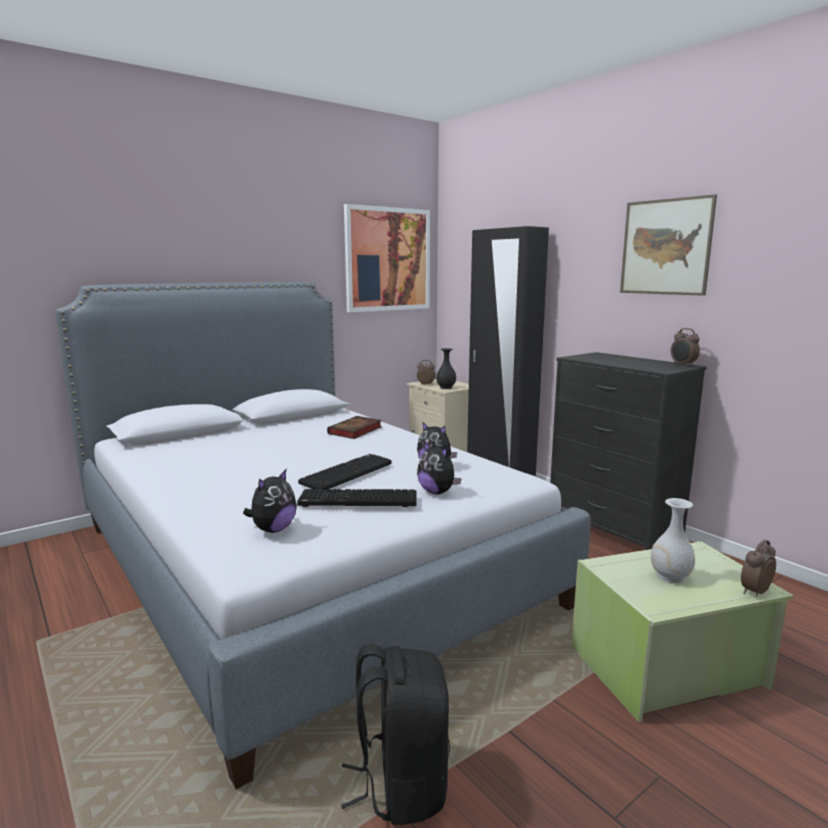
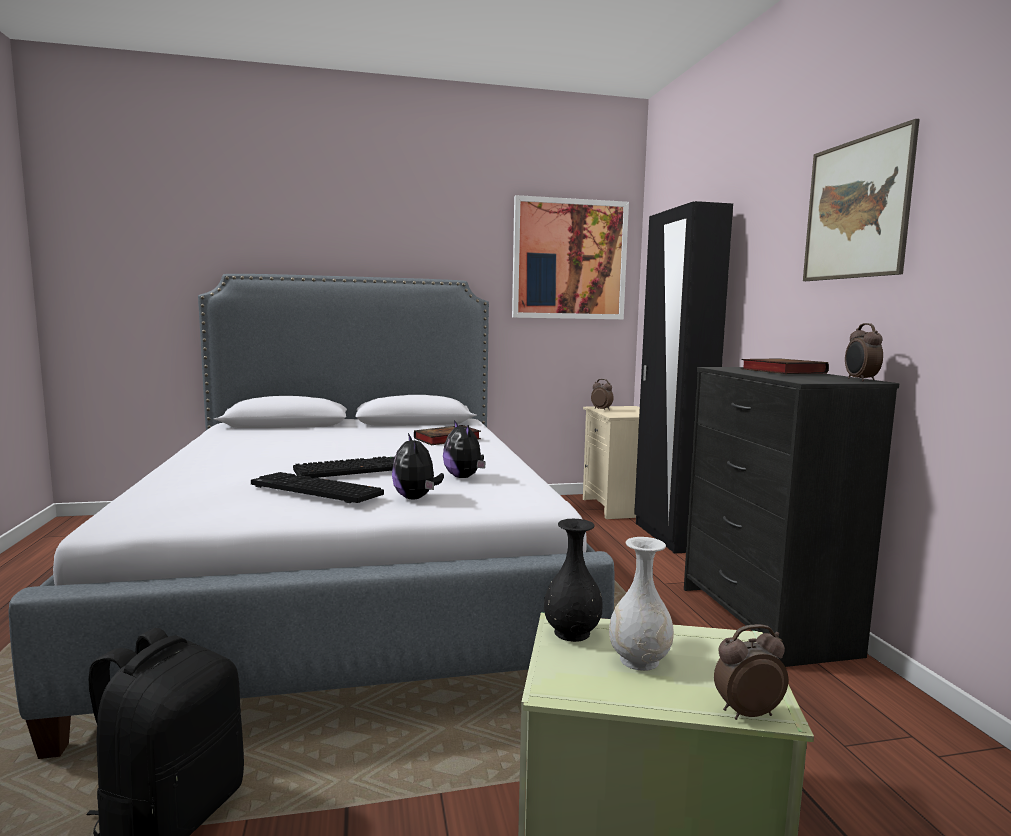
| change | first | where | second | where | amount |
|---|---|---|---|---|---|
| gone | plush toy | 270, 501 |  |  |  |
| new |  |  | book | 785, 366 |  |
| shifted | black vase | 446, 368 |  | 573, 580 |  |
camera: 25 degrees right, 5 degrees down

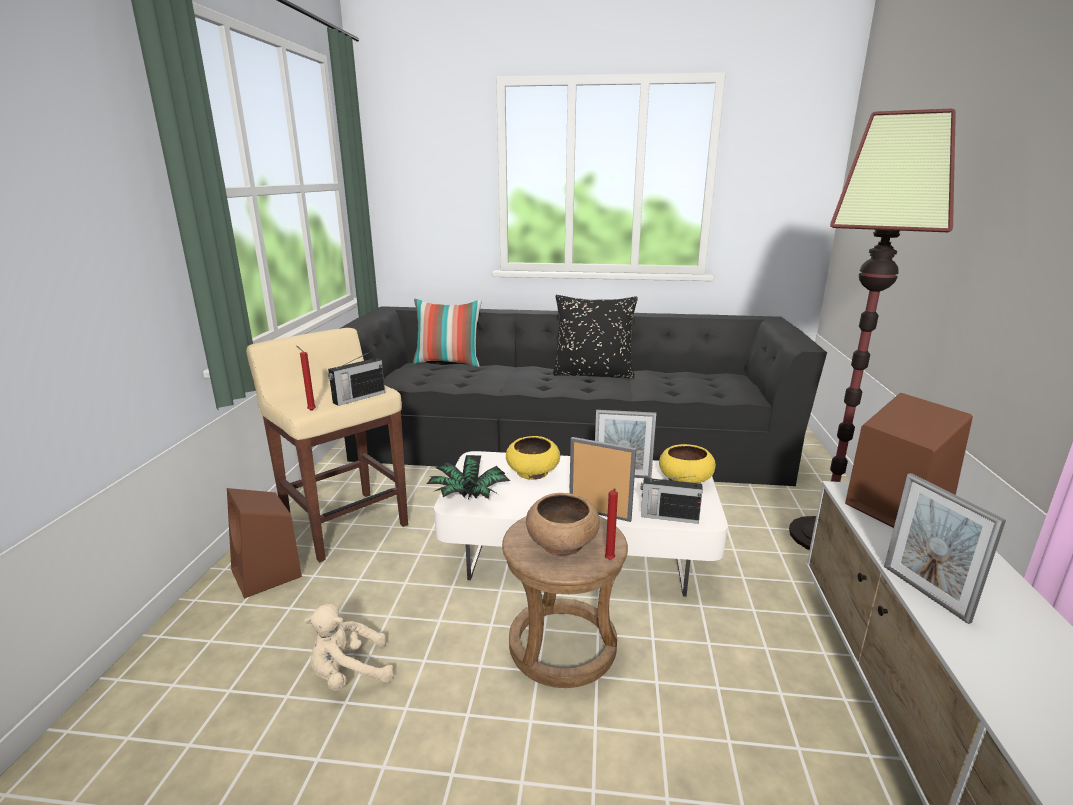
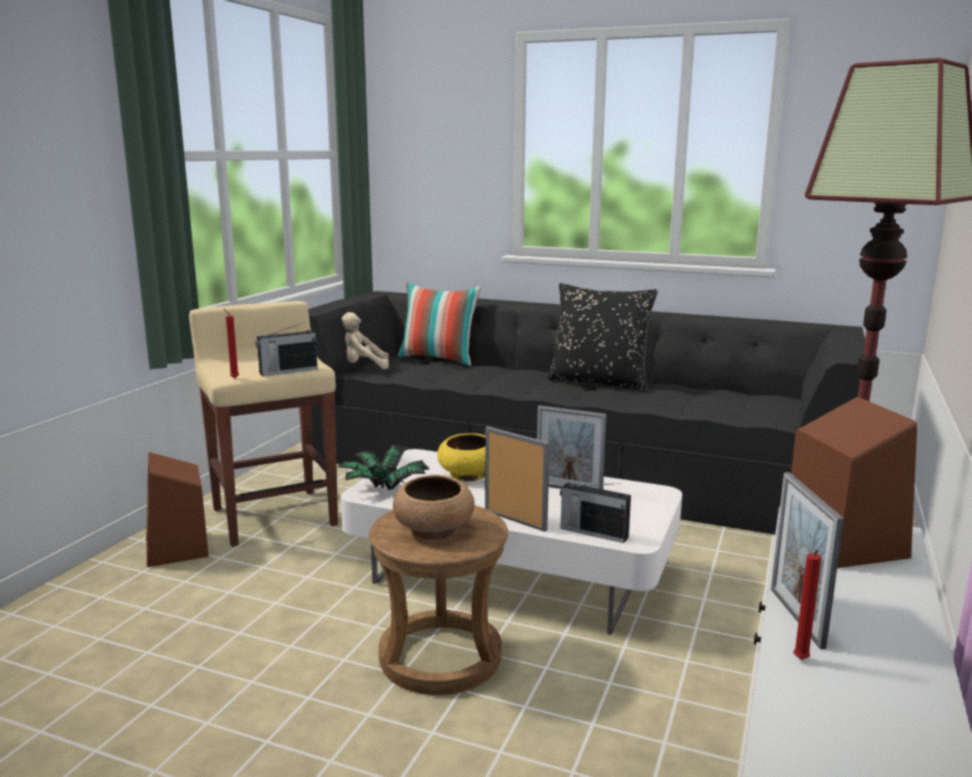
| change | first | where | second | where | amount |
|---|---|---|---|---|---|
| gone | yellow bowl | 687, 464 |  |  |  |
| shifted | beige plush toy | 349, 647 |  | 365, 340 |  |
| shifted | red candle | 611, 524 |  | 807, 605 |  |
camera: 15 degrees right, 5 degrees down

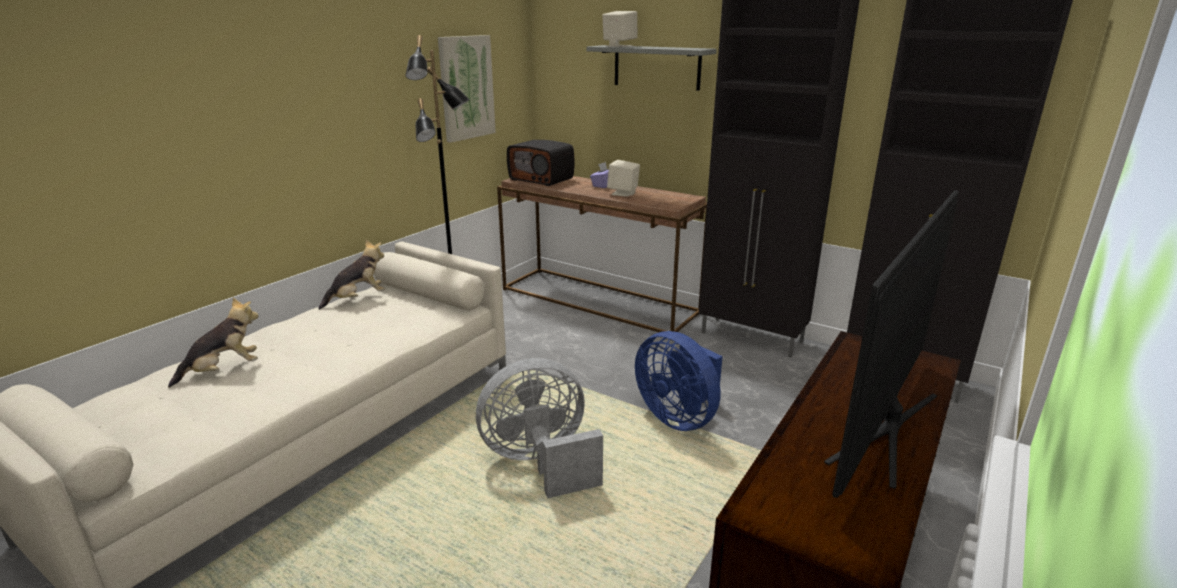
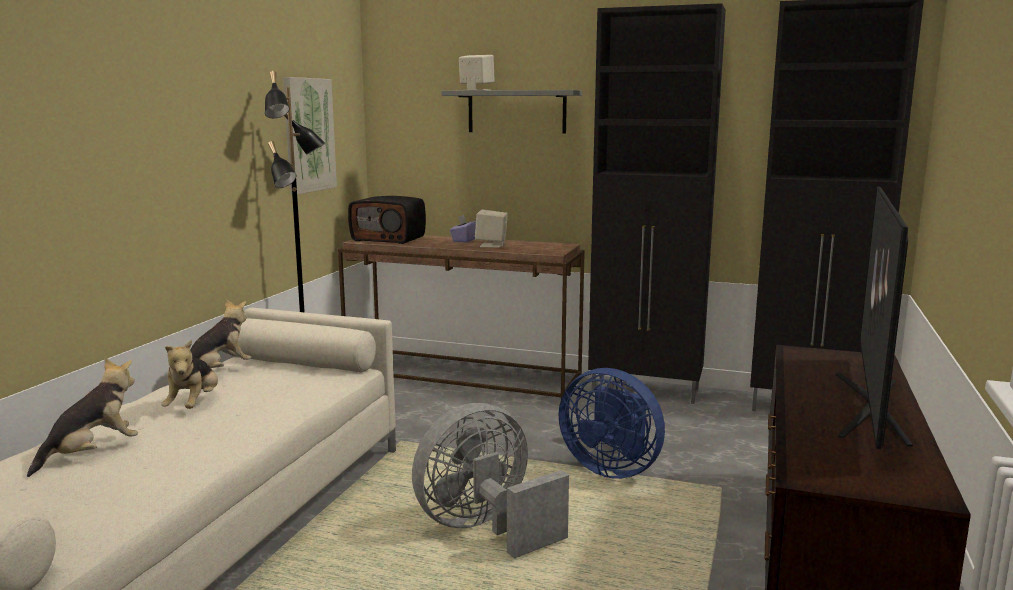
| change | first | where | second | where | amount |
|---|---|---|---|---|---|
| new |  |  | plush toy | 189, 374 |  |
camera: 15 degrees left, 10 degrees down

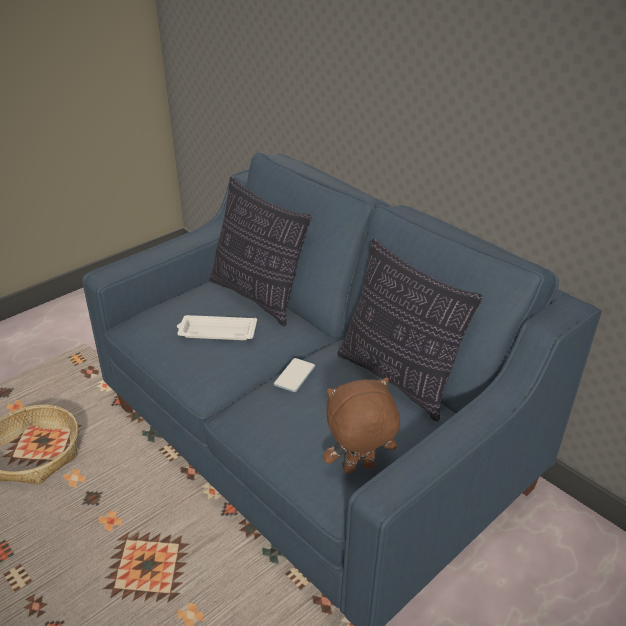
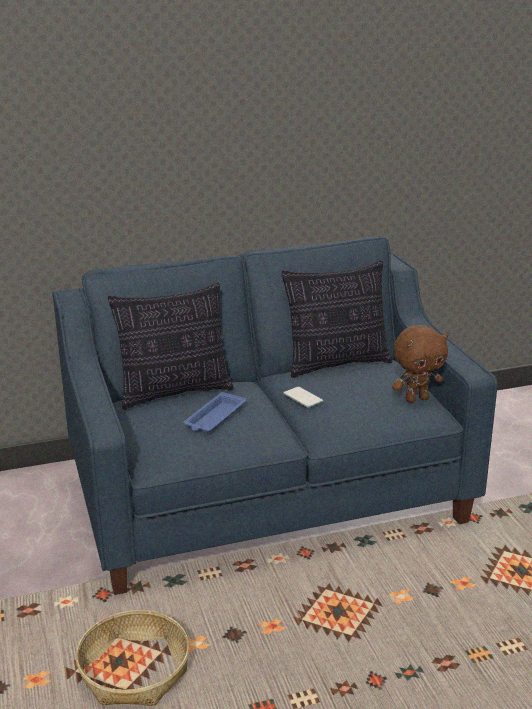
| change | first | where | second | where | amount |
|---|---|---|---|---|---|
| repainted | white tray | 217, 327 | blue tray | 215, 412 |  |
| rotated | brown plush toy | 361, 425 |  | 420, 364 | 120 degrees counterclockwise |
camera: 65 degrees left, 10 degrees down

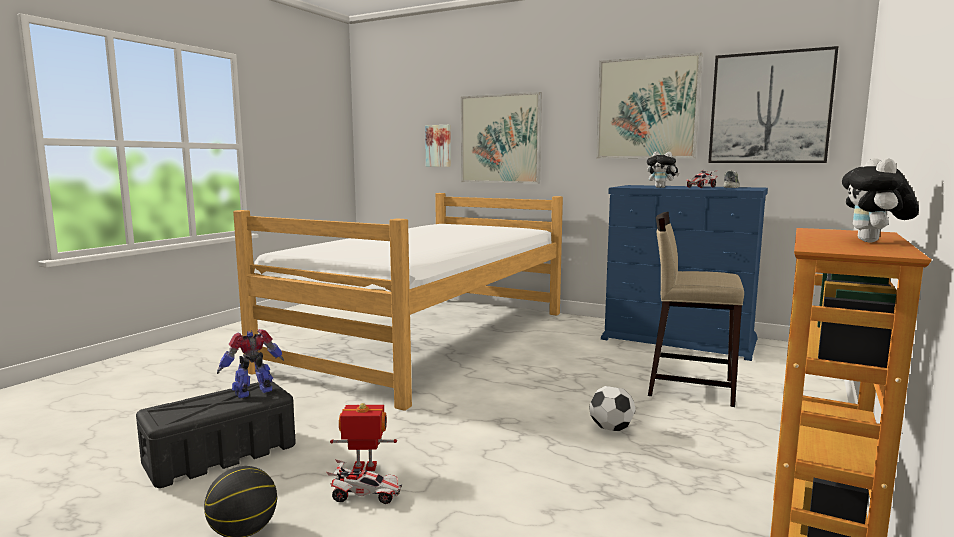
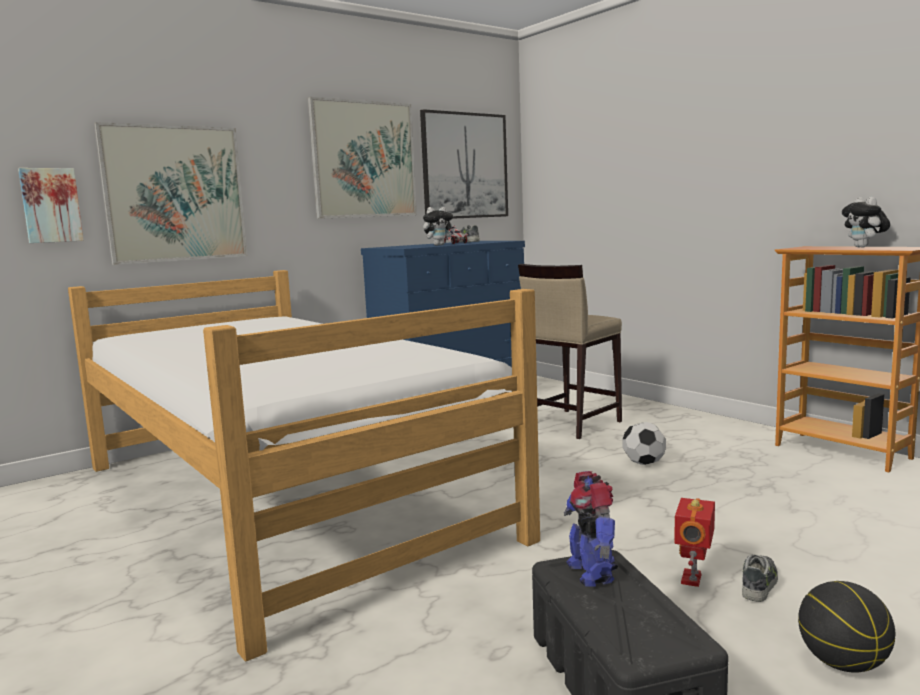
| change | first | where | second | where | amount |
|---|---|---|---|---|---|
| swapped | toy car | 364, 481 | shoe | 760, 578 |  |
| rotated | plush toy | 880, 200 |  | 866, 222 | 45 degrees clockwise |
camera: 65 degrees left, 0 degrees up

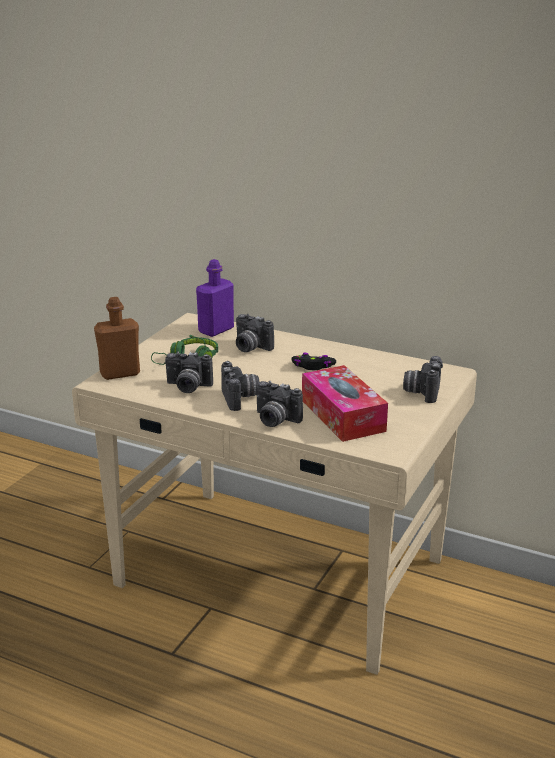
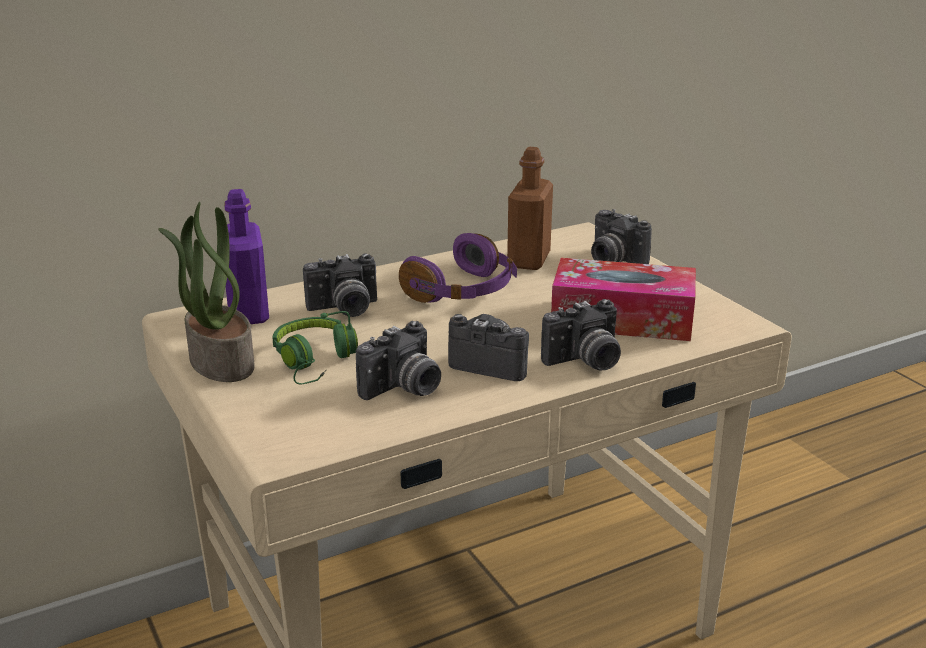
| change | first | where | second | where | amount |
|---|---|---|---|---|---|
| new |  |  | potted plant | 206, 292 |  |
| shifted | brown bottle | 117, 338 |  | 530, 208 |  |
| swapped | black game controller | 314, 361 | purple headphones | 458, 268 |  |
camera: 55 degrees left, 0 degrees up

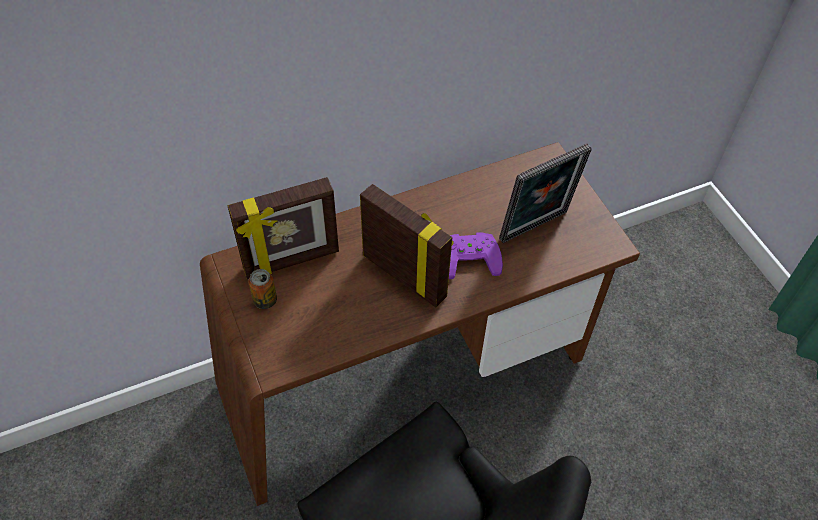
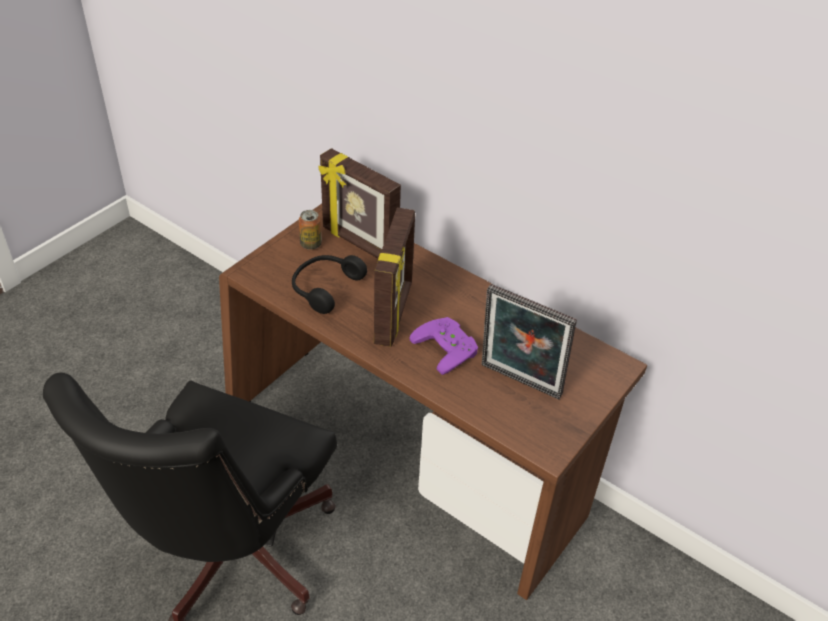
| change | first | where | second | where | amount |
|---|---|---|---|---|---|
| new |  |  | black headphones | 329, 284 |  |
camera: 60 degrees right, 10 degrees down

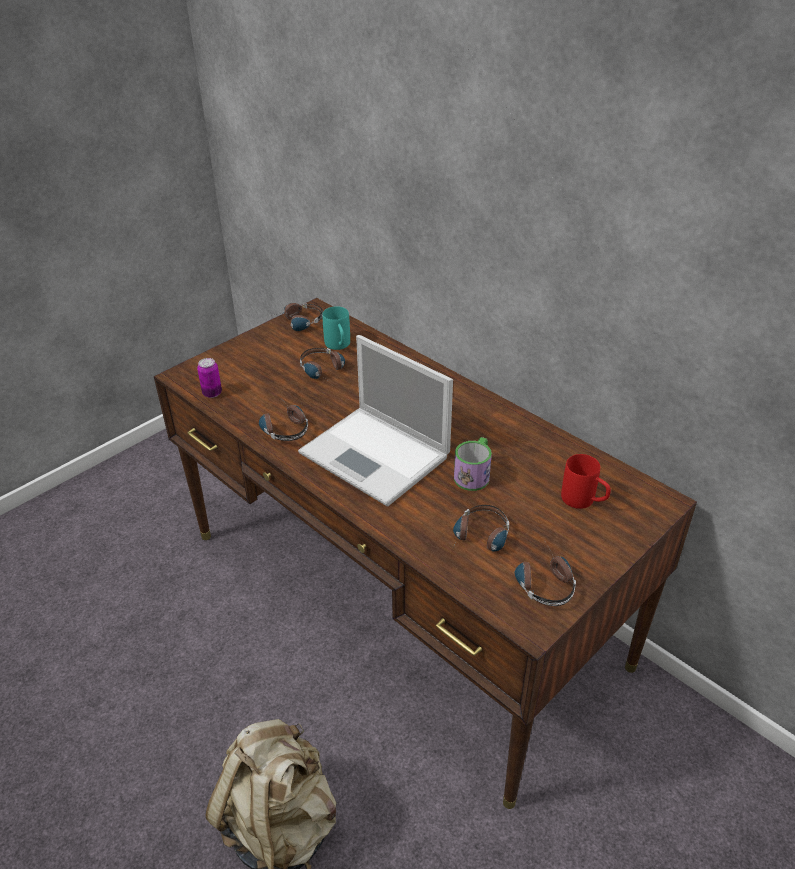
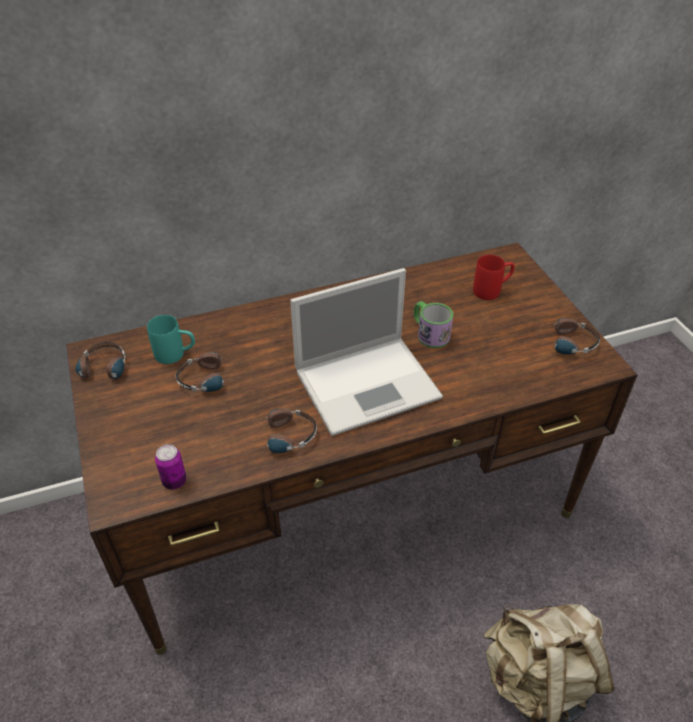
| change | first | where | second | where | amount |
|---|---|---|---|---|---|
| gone | headphones | 479, 529 |  |  |  |
camera: 65 degrees left, 5 degrees up

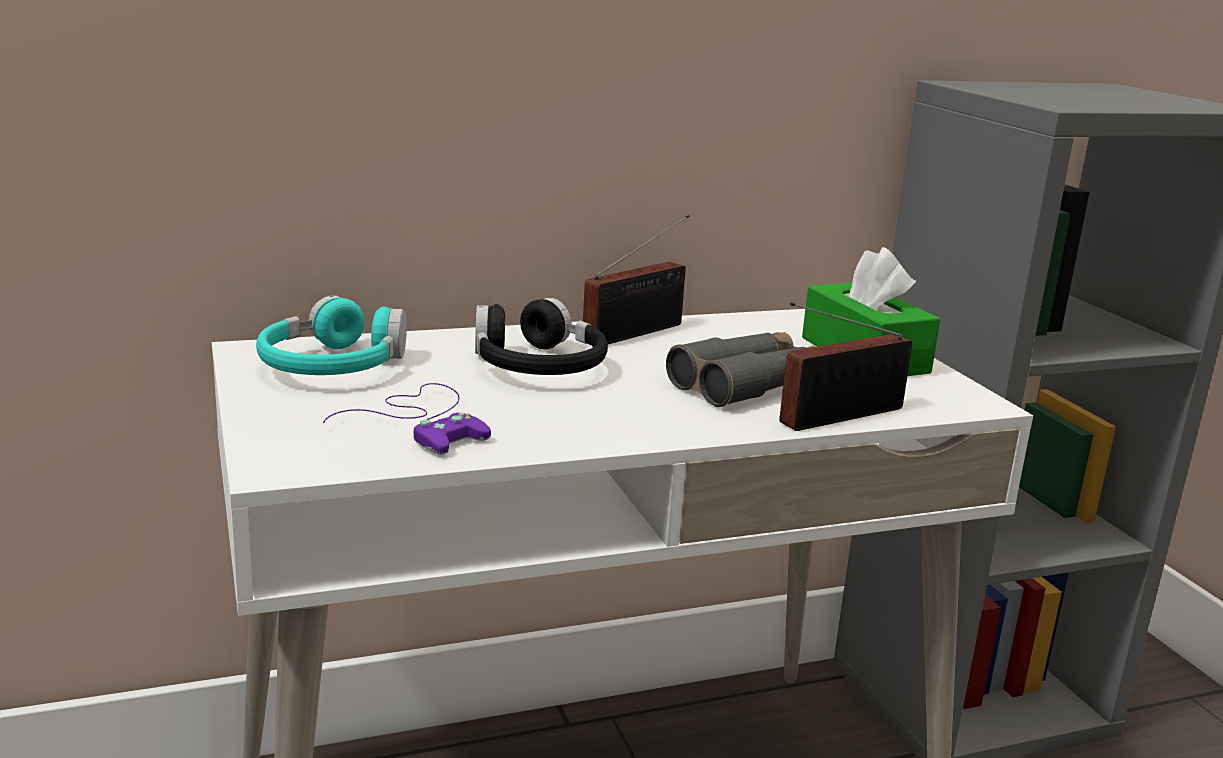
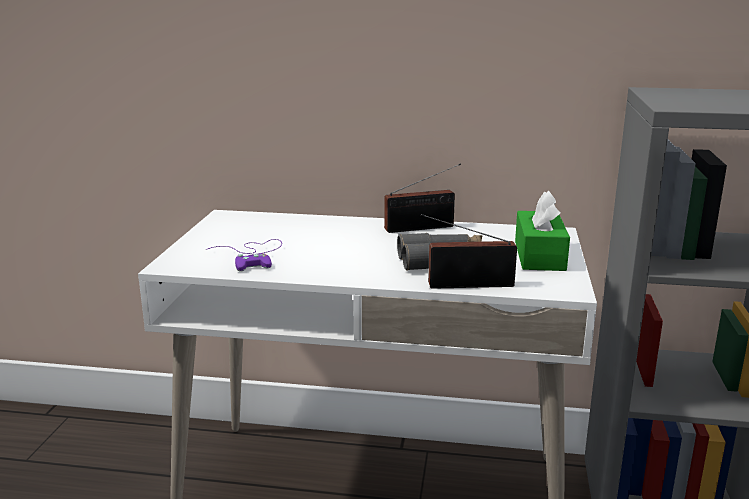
| change | first | where | second | where | amount |
|---|---|---|---|---|---|
| gone | turquoise headphones | 331, 335 |  |  |  |
| gone | black headphones | 541, 336 |  |  |  |
camera: 30 degrees right, 0 degrees up

